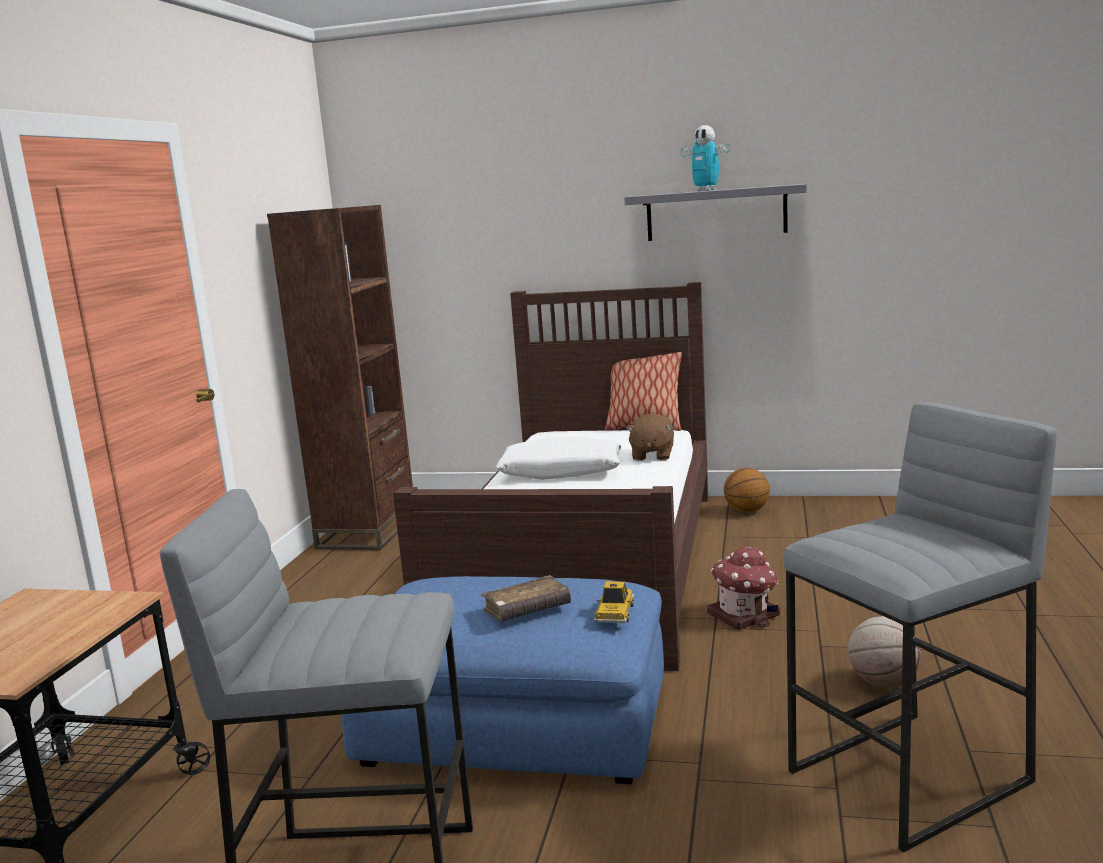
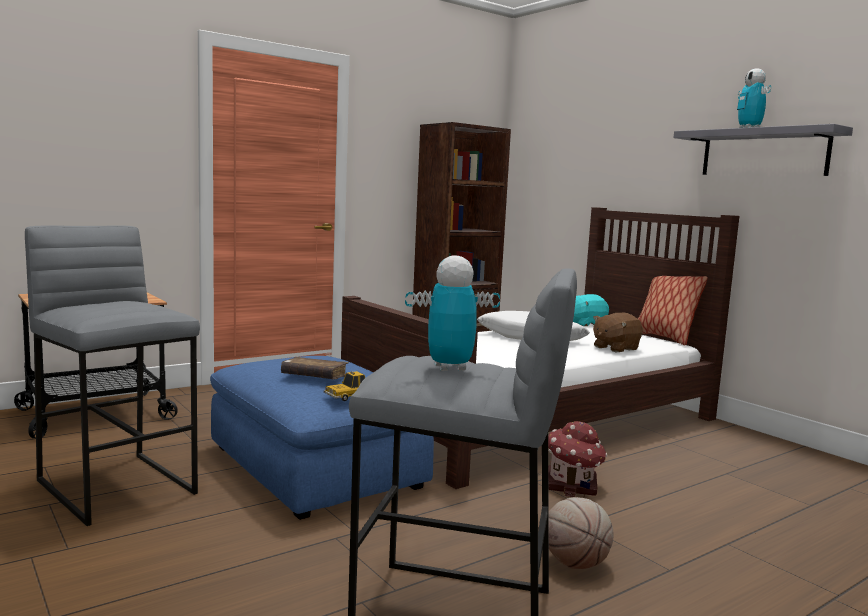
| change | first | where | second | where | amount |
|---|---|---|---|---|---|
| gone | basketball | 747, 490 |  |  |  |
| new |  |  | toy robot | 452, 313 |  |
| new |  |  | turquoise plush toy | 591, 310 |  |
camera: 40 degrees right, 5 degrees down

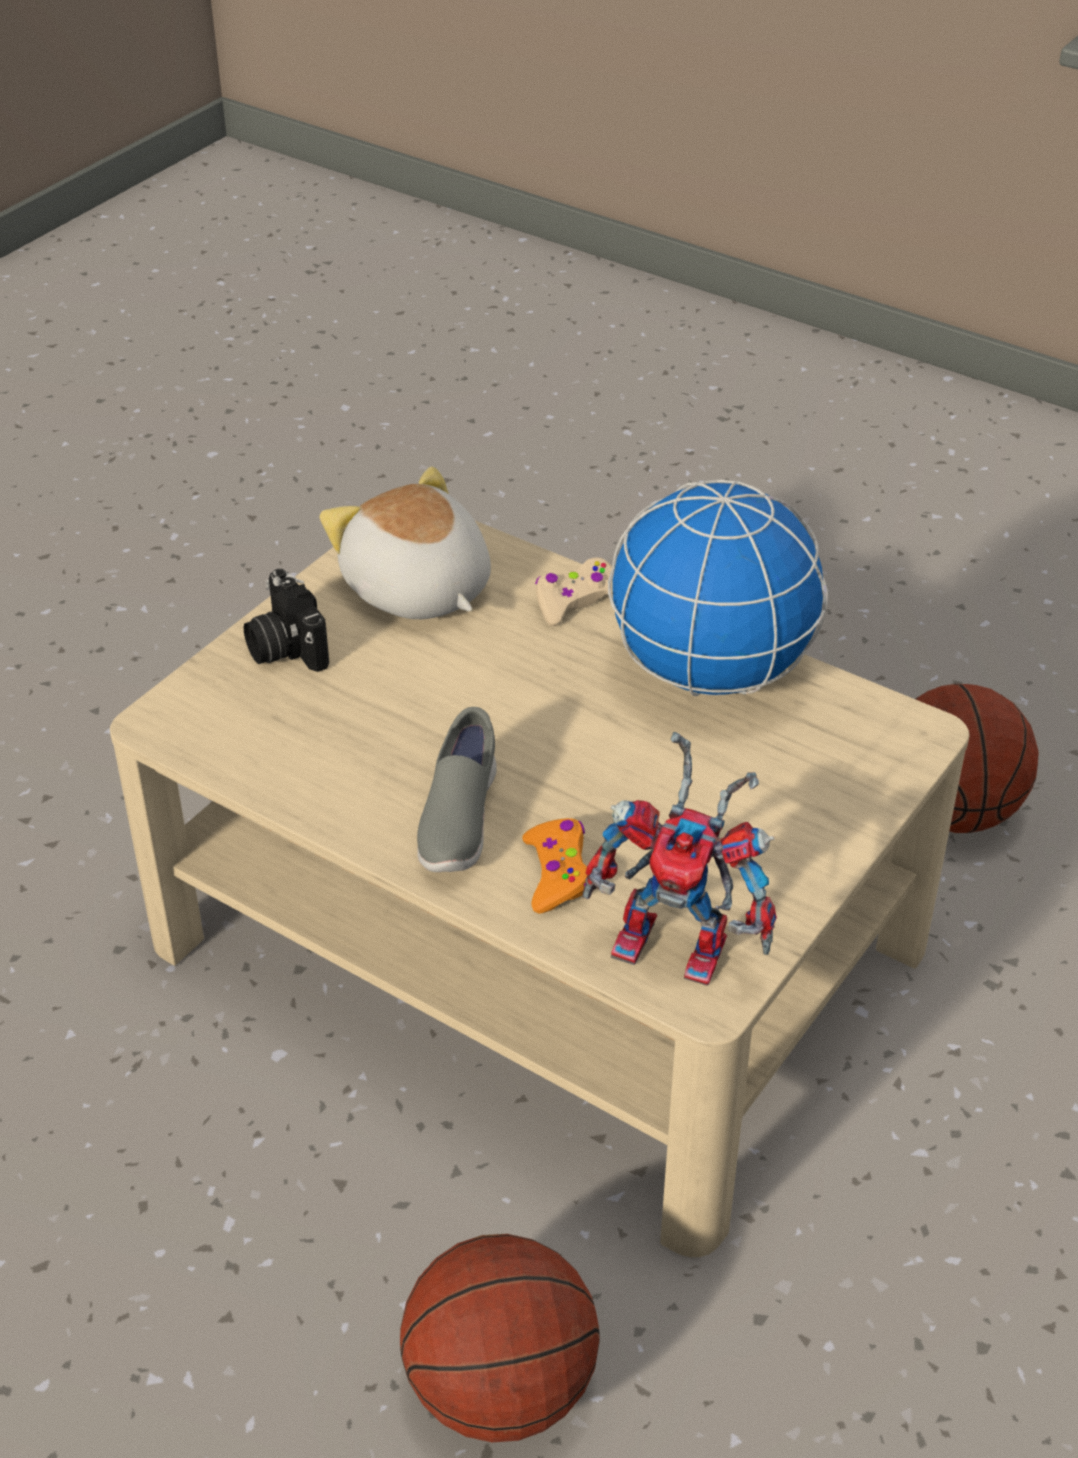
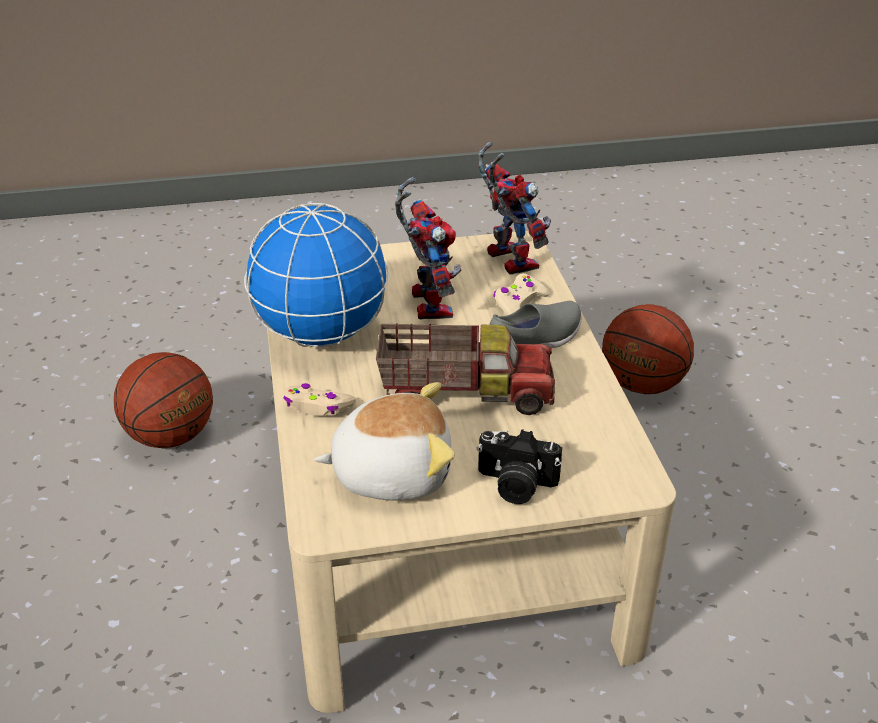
| change | first | where | second | where | amount |
|---|---|---|---|---|---|
| new |  |  | toy truck | 465, 369 |  |
| new |  |  | toy robot | 428, 248 |  |
| repainted | orange game controller | 555, 865 | beige game controller | 521, 294 |  |
| rotated | photo camera | 286, 620 |  | 519, 466 | 90 degrees clockwise |
| rotated | plush toy | 405, 543 |  | 384, 441 | 105 degrees counterclockwise |
camera: 135 degrees left, 5 degrees down

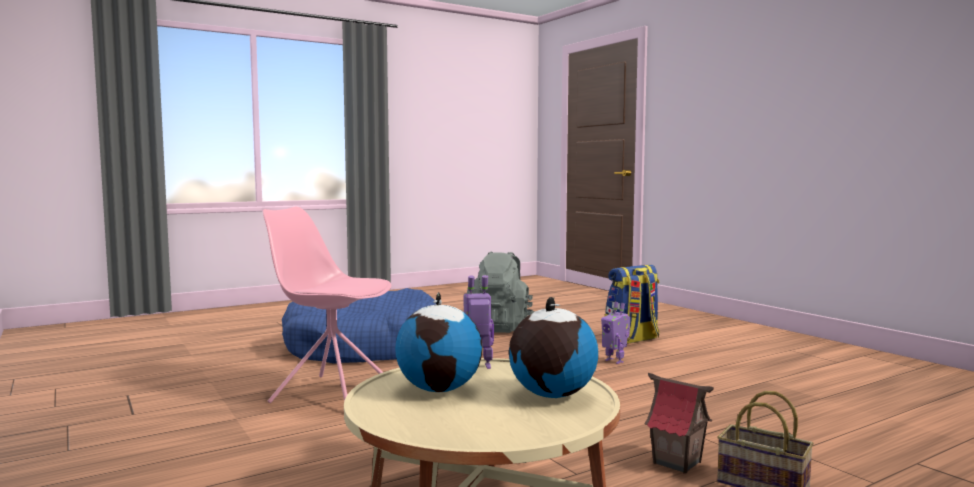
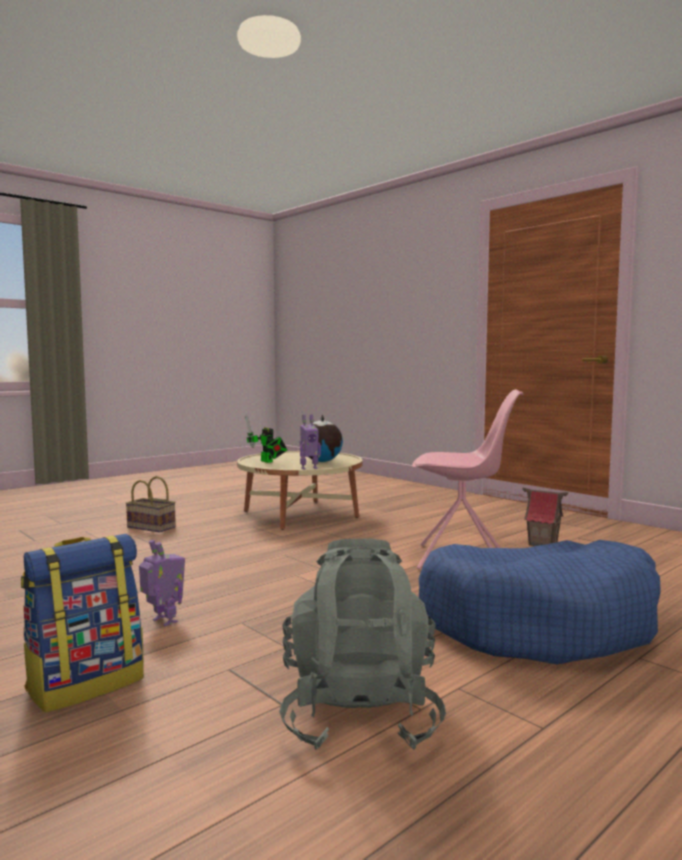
| change | first | where | second | where | amount |
|---|---|---|---|---|---|
| shifted | toy house | 679, 423 |  | 545, 517 |  |
| swapped | globe | 553, 347 | toy robot | 266, 439 |  |
camera: 170 degrees right, 0 degrees up

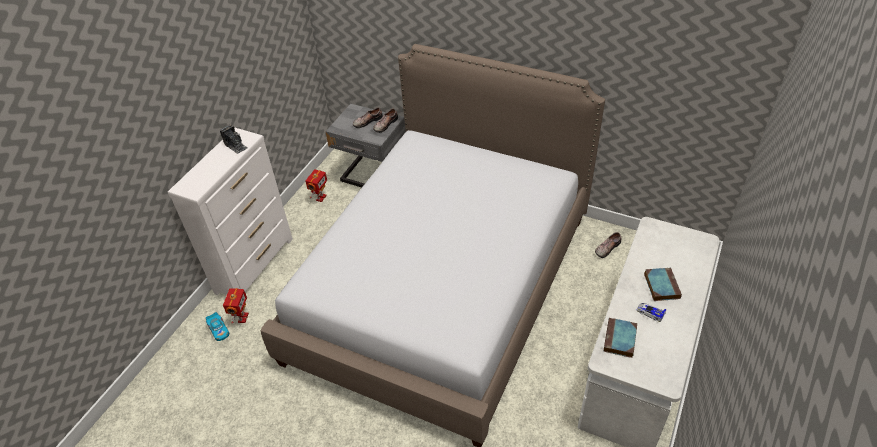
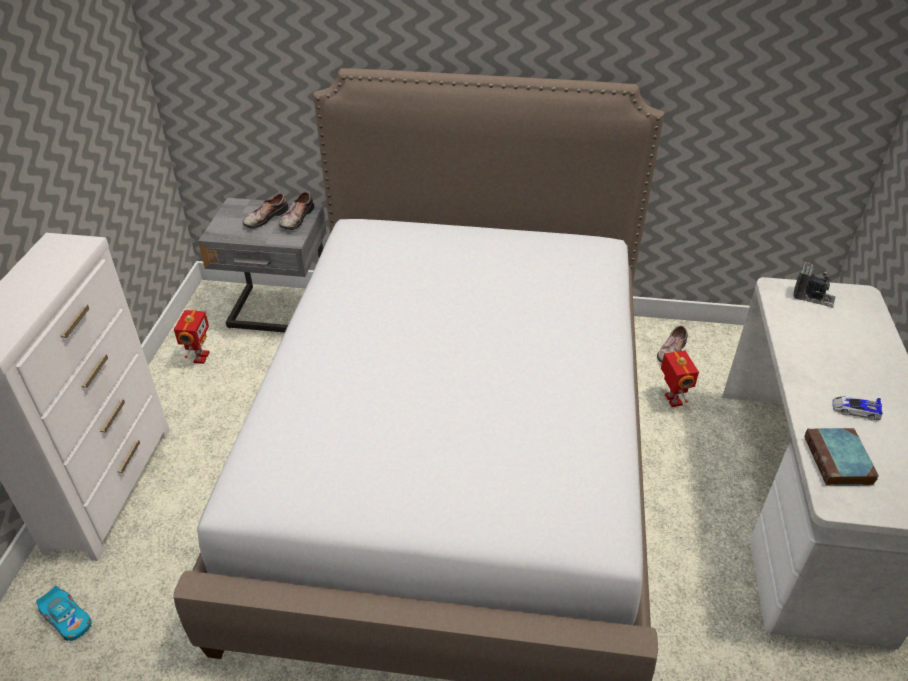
| change | first | where | second | where | amount |
|---|---|---|---|---|---|
| gone | book | 663, 284 |  |  |  |
| shifted | photo camera | 233, 139 |  | 814, 285 |  |
| shifted | toy robot | 236, 305 |  | 680, 379 |  |
camera: 20 degrees left, 5 degrees down

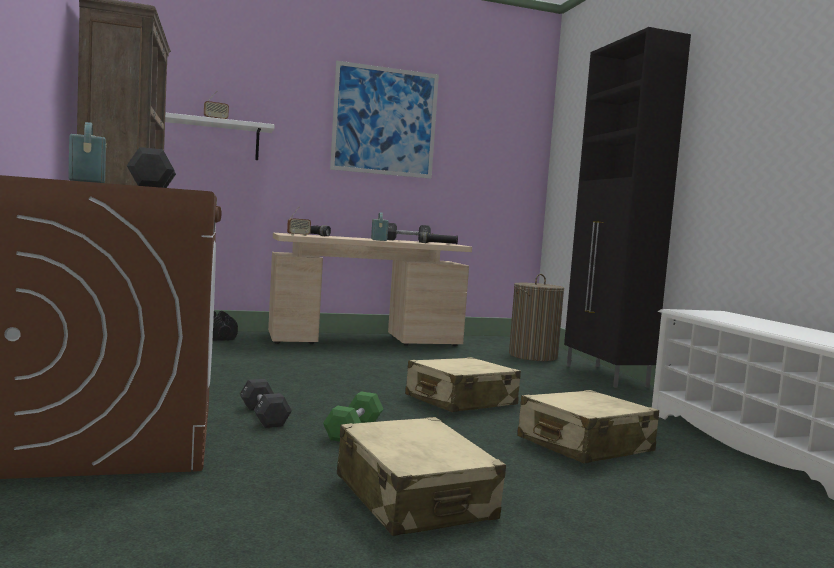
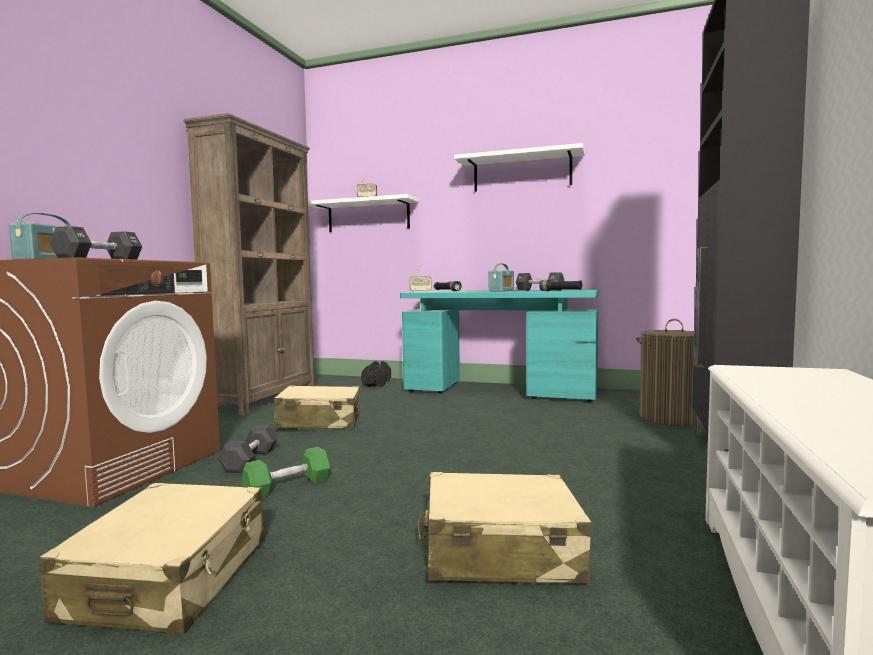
| change | first | where | second | where | amount |
|---|---|---|---|---|---|
| shifted | beige suitcase | 463, 384 |  | 317, 407 |  |
| swapped | picture | 384, 119 | white shelf | 519, 167 |  |
| repainted | beige desk | 370, 289 | turquoise desk | 499, 346 |  |
camera: 35 degrees right, 0 degrees up

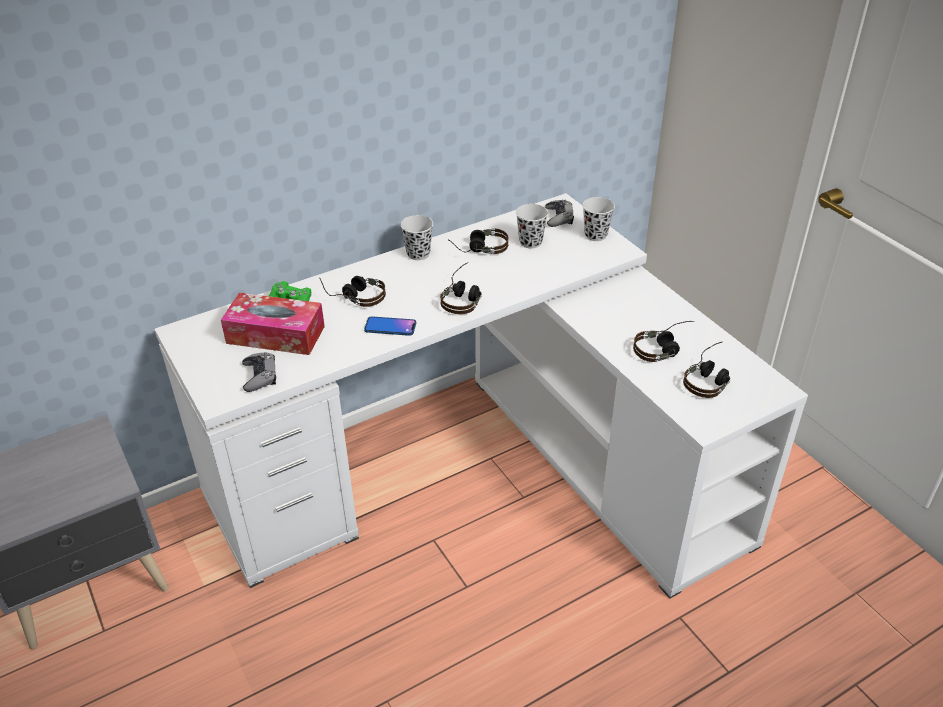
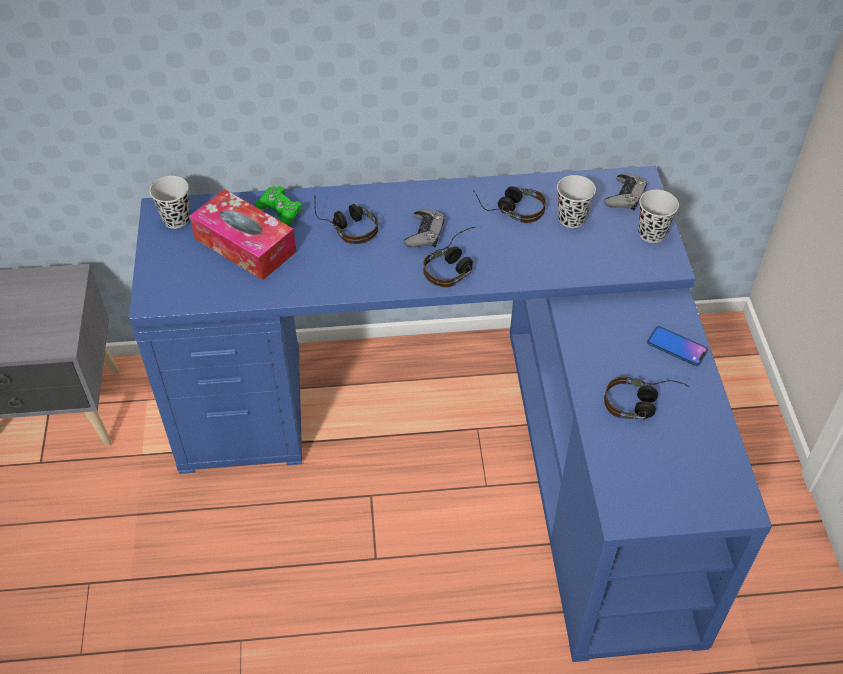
| change | first | where | second | where | amount |
|---|---|---|---|---|---|
| gone | headphones | 706, 370 |  |  |  |
| shifted | grey game controller | 259, 372 |  | 424, 228 |  |
| shifted | phone | 390, 326 |  | 677, 346 |  |
| shifted | black cup | 416, 237 |  | 170, 202 |  |
| repainted | white desk | 481, 396 | blue desk | 450, 414 |  |
camera: 25 degrees right, 10 degrees up

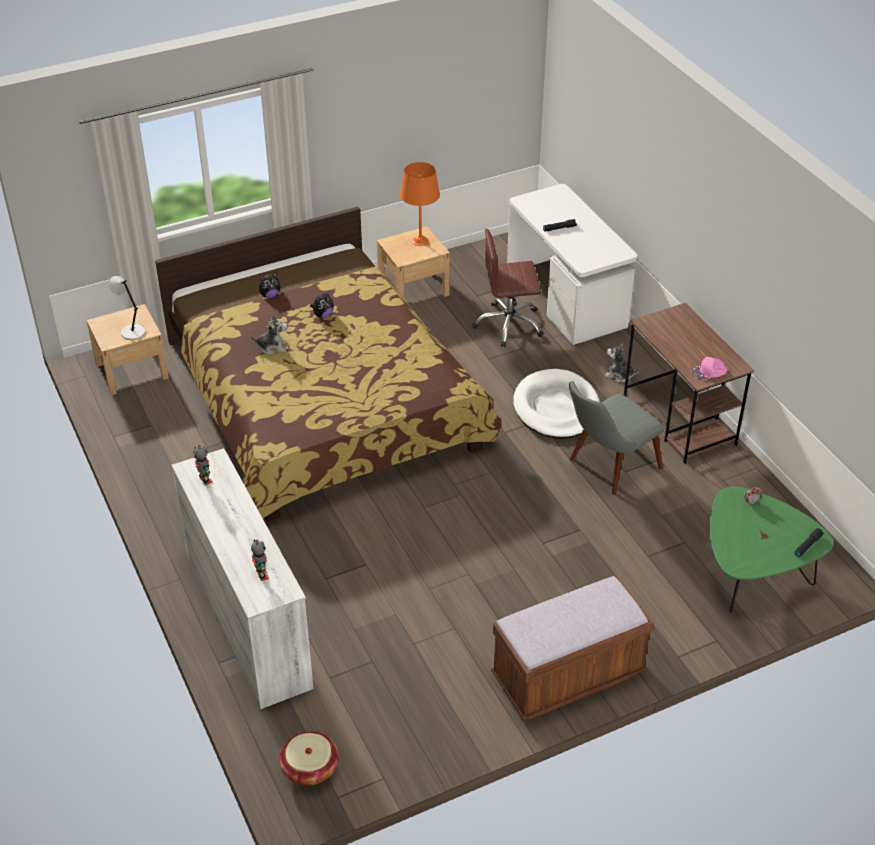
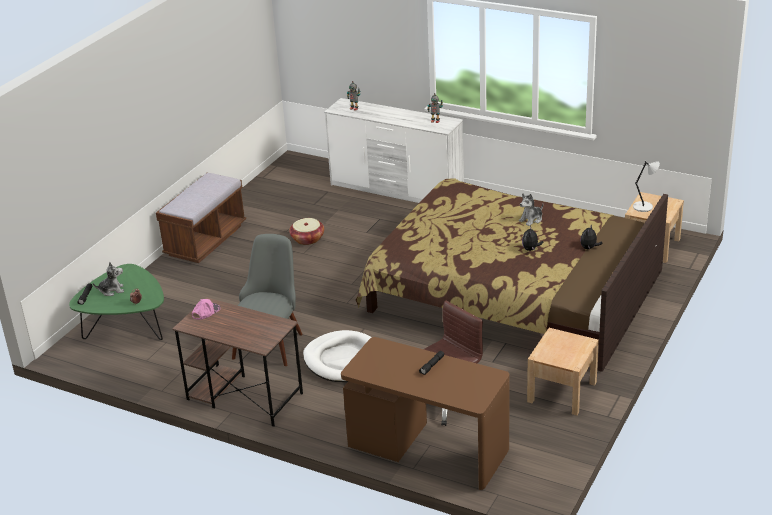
| change | first | where | second | where | amount |
|---|---|---|---|---|---|
| gone | orange table lamp | 420, 204 |  |  |  |
| shifted | basket | 309, 758 |  | 306, 231 |  |
| shifted | plush toy | 622, 362 |  | 108, 279 |  |
| repainted | white desk | 572, 265 | brown desk | 425, 413 |  |
camera: 145 degrees right, 10 degrees down

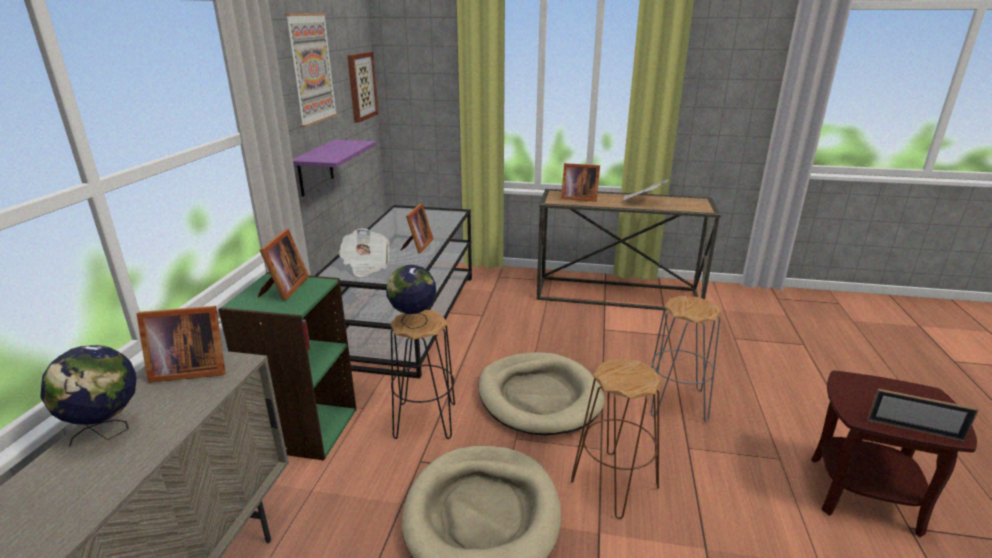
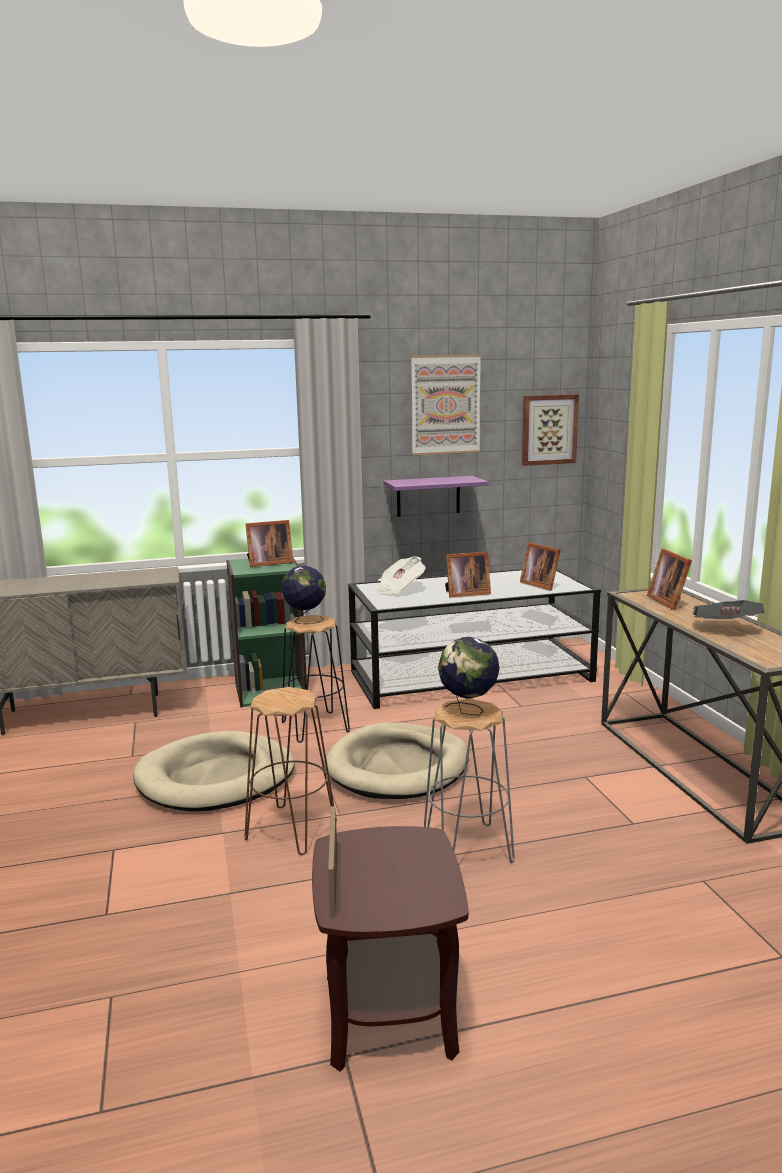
| change | first | where | second | where | amount |
|---|---|---|---|---|---|
| shifted | globe | 88, 396 |  | 469, 676 |  |
| shifted | picture frame | 181, 344 |  | 540, 566 |  |
camera: 65 degrees right, 10 degrees down

